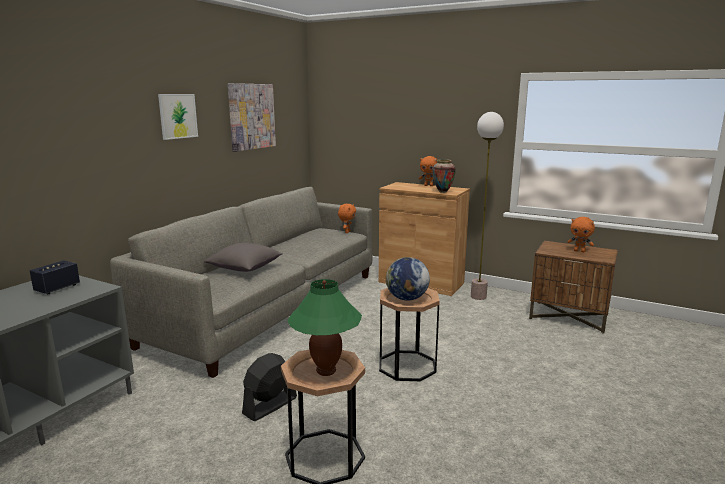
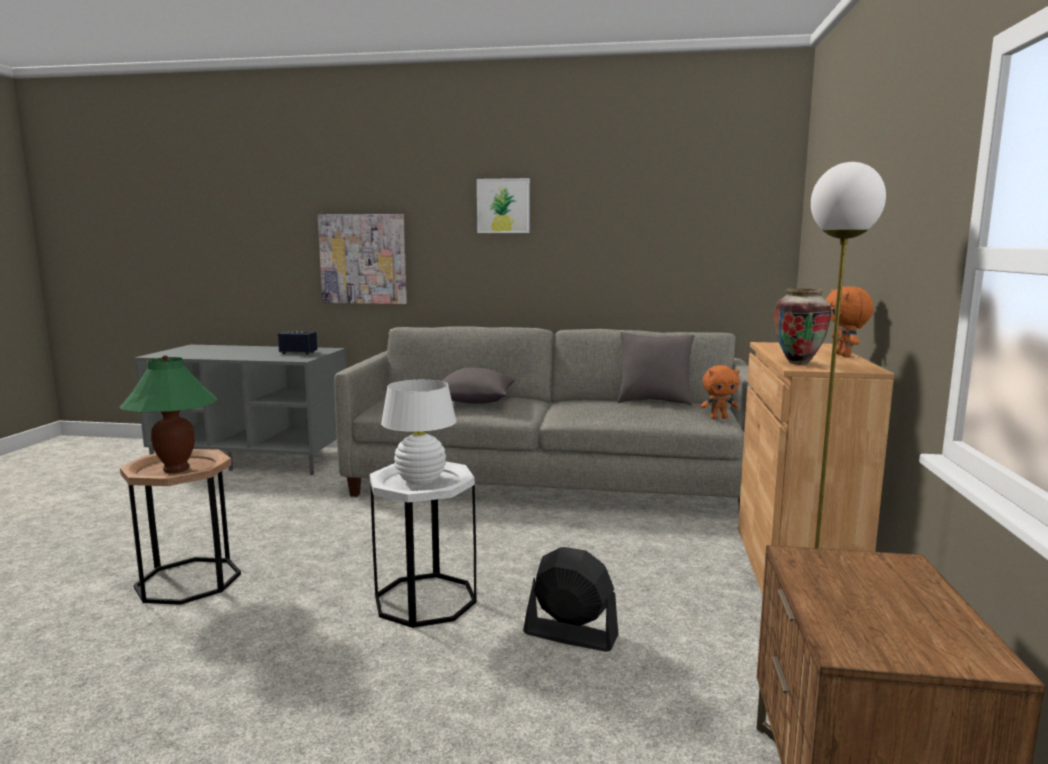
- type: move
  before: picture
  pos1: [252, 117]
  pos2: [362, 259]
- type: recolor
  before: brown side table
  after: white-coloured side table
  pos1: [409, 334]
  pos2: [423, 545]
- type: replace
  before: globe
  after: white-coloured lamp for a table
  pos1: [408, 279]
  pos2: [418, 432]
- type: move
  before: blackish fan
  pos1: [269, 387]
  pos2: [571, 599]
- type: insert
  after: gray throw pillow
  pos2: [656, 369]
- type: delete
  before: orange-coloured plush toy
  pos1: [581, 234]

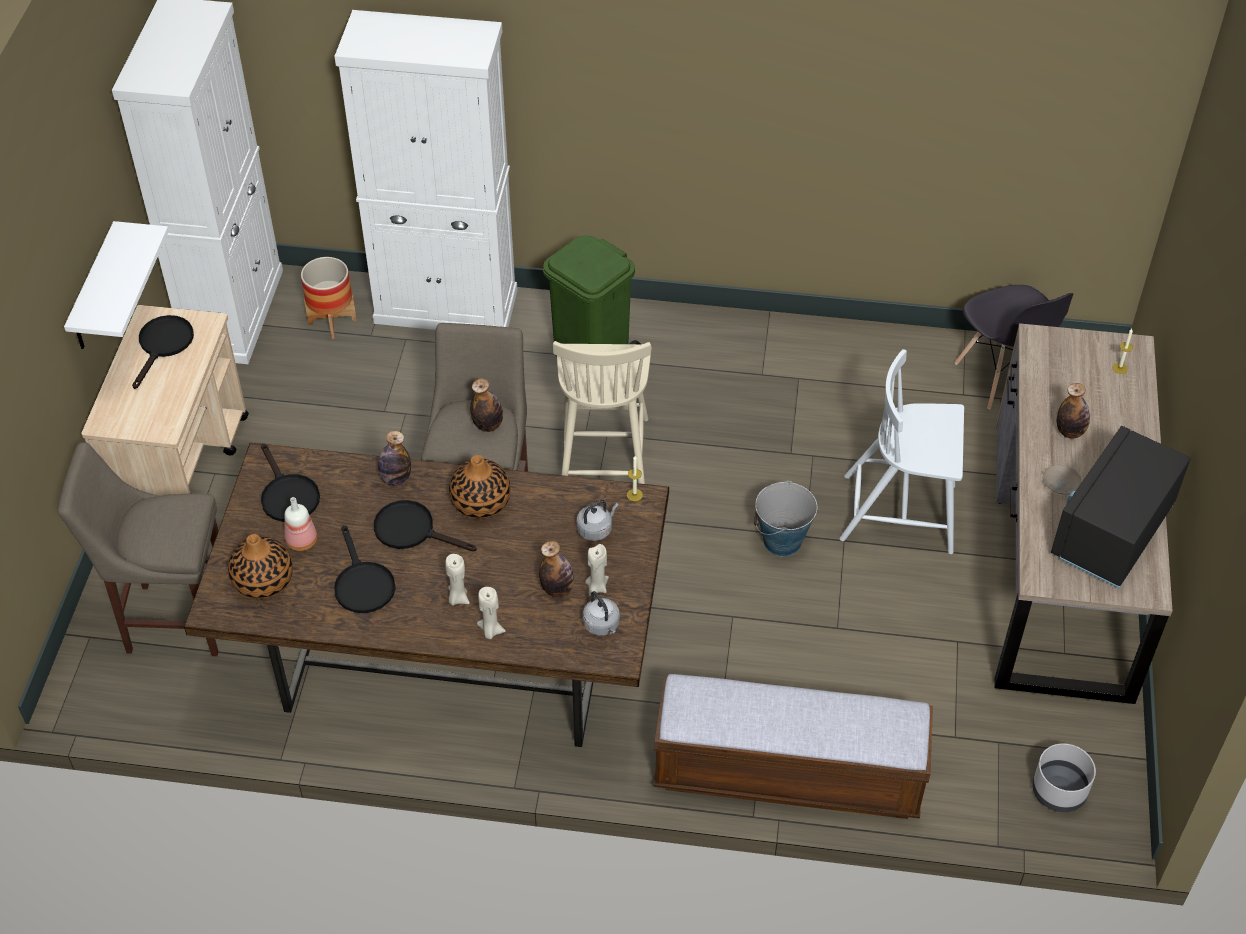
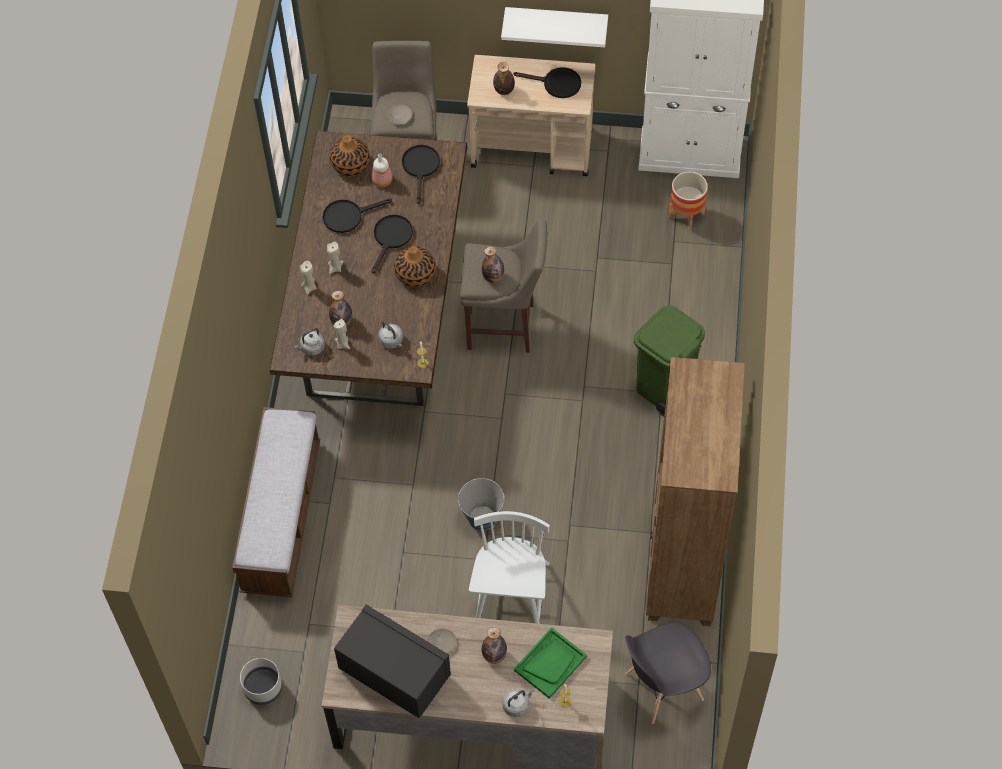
- type: insert
  after: beige dinner plate
  pos2: [400, 115]
- type: rotate
  before: blackish frying pan
  pos1: [290, 482]
  pos2: [421, 174]
  turn: 120
- type: move
  before: bottle
  pos1: [394, 458]
  pos2: [504, 78]
- type: insert
  after: gray water kettle
  pos2: [518, 702]
- type: insert
  after: green-coloured serving tray
  pos2: [550, 663]
- type: insert
  after: brown shelving unit
  pos2: [695, 491]
- type: delete
  before: white-coloured cabinet
  pos1: [426, 170]
- type: delete
  before: beige upright chair
  pos1: [602, 412]

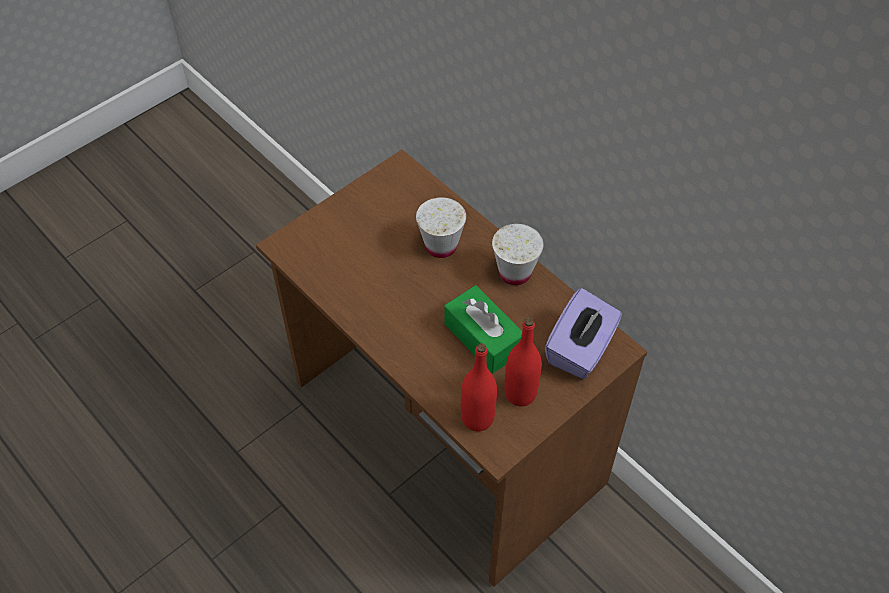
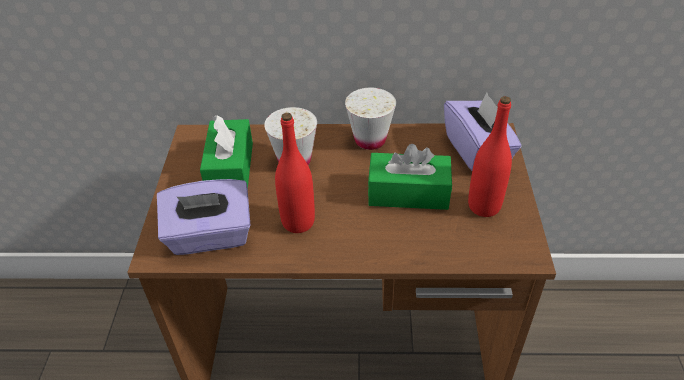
- type: insert
  after: purple tissue holder
  pos2: [203, 217]
- type: insert
  after: green-coloured tissue holder
  pos2: [226, 151]
- type: move
  before: red bottle
  pos1: [479, 387]
  pos2: [295, 173]

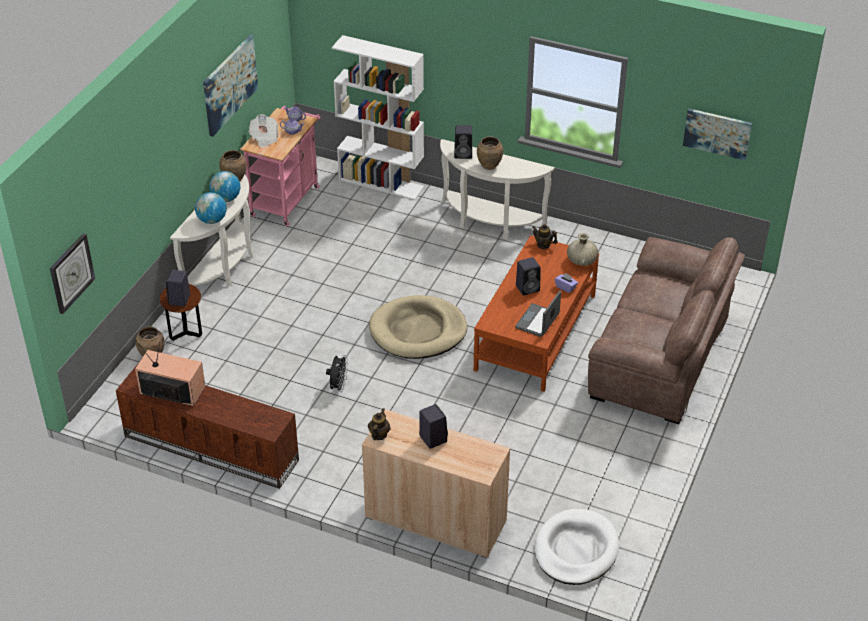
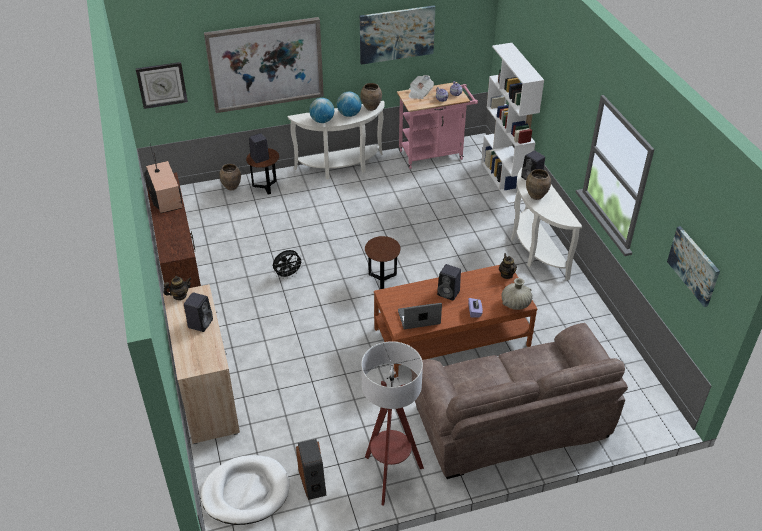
- type: insert
  after: picture
  pos2: [264, 65]
- type: insert
  after: loudspeaker
  pos2: [311, 469]
- type: insert
  after: standing lamp
  pos2: [392, 423]
- type: replace
  before: beige pet bed
  after: brown side table
  pos1: [418, 327]
  pos2: [383, 262]

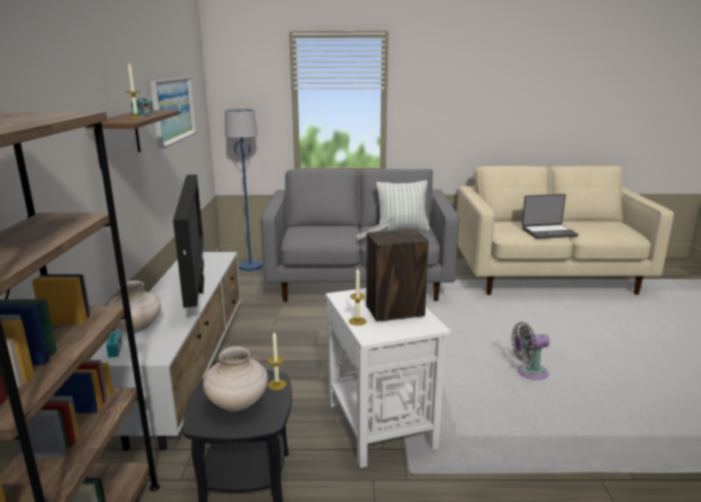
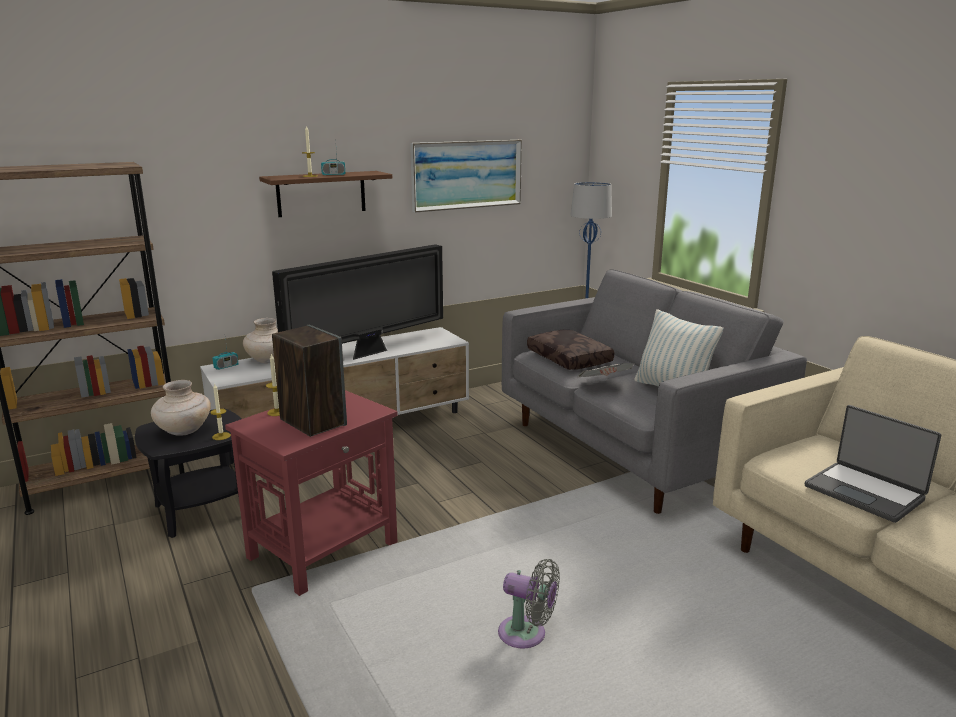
- type: recolor
  before: white-coloured side table
  after: red side table
  pos1: [388, 378]
  pos2: [311, 493]
- type: rotate
  before: gray fan
  pos1: [530, 351]
  pos2: [529, 604]
  turn: 150
- type: insert
  after: brown throw pillow
  pos2: [570, 350]

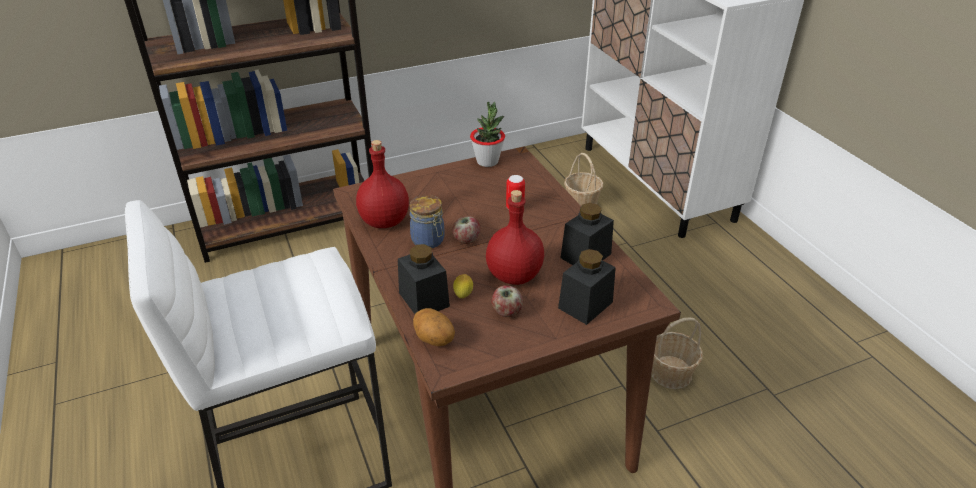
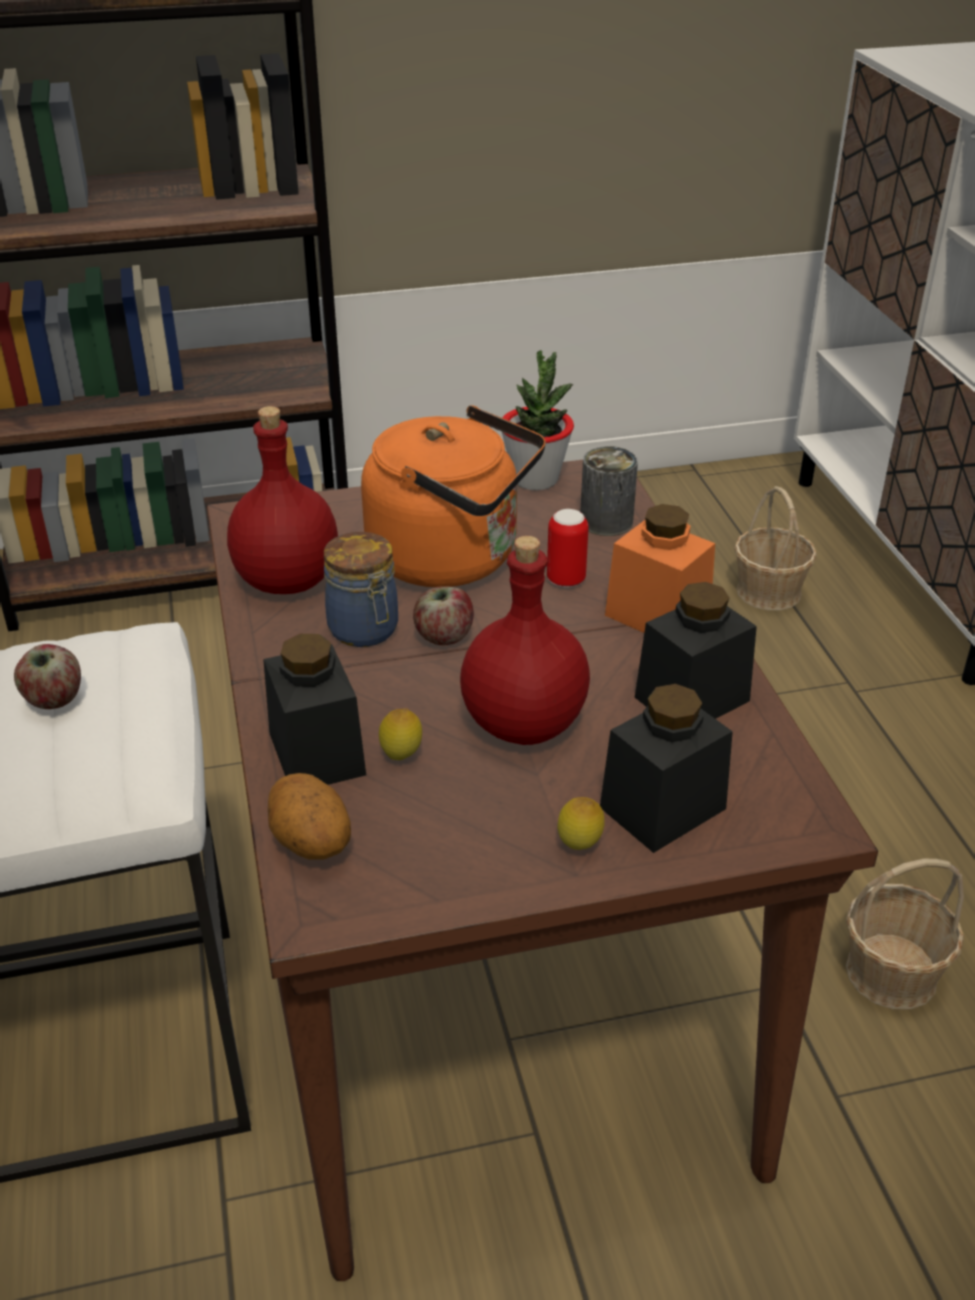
- type: move
  before: whole apple
  pos1: [507, 301]
  pos2: [47, 676]
- type: insert
  after: orange-coloured water kettle
  pos2: [453, 496]
- type: insert
  after: whole lemon
  pos2: [581, 823]
- type: insert
  after: can
  pos2: [609, 491]
- type: insert
  after: orange-coloured storage jar
  pos2: [660, 568]

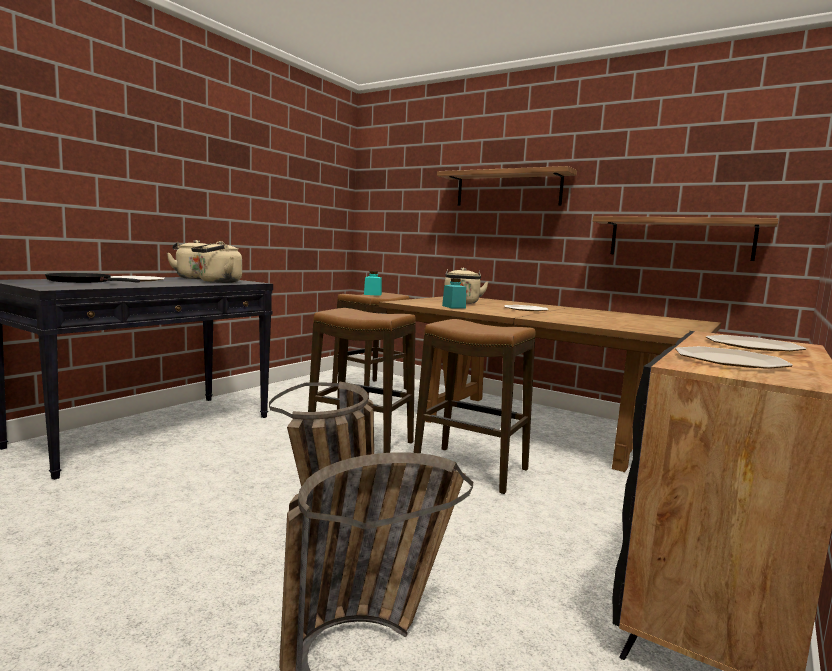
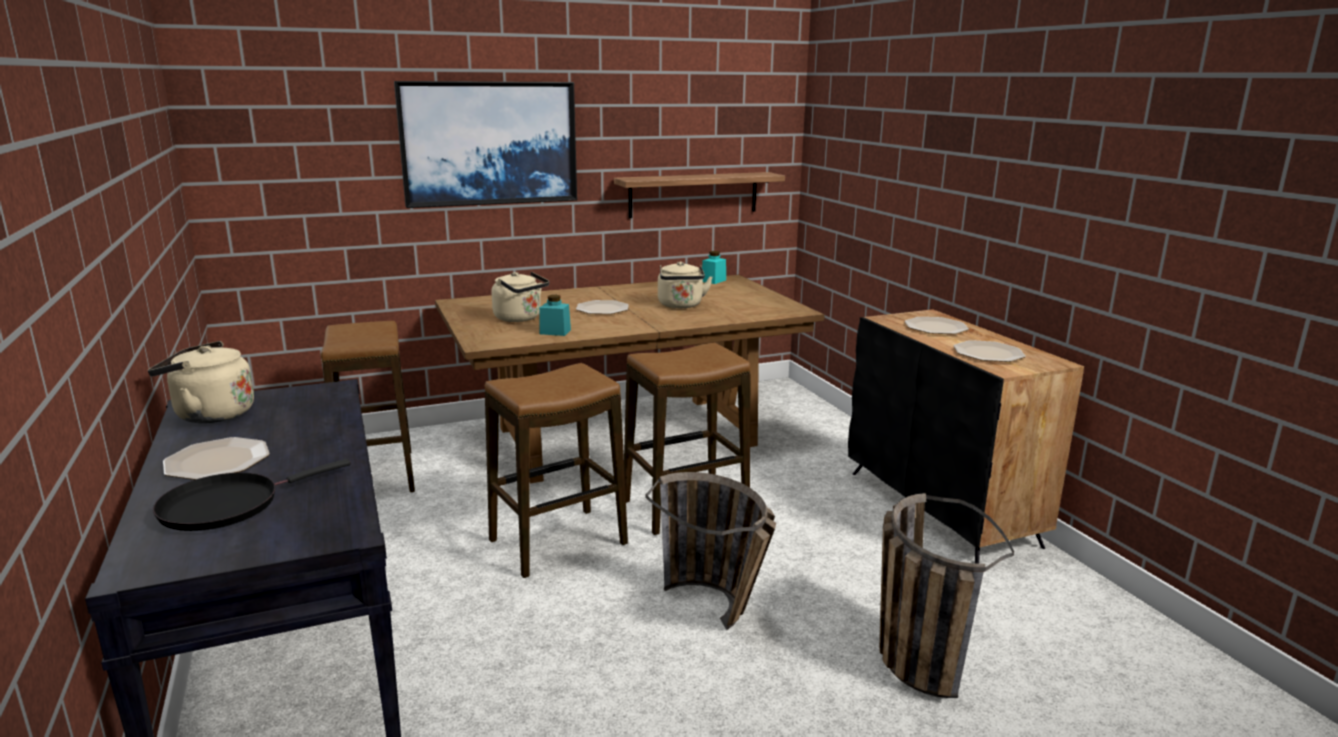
- type: replace
  before: wall shelf
  after: picture
  pos1: [507, 186]
  pos2: [485, 144]
- type: move
  before: beige water kettle
  pos1: [216, 262]
  pos2: [685, 284]
- type: move
  before: turquoise-coloured storage jar
  pos1: [373, 283]
  pos2: [714, 267]

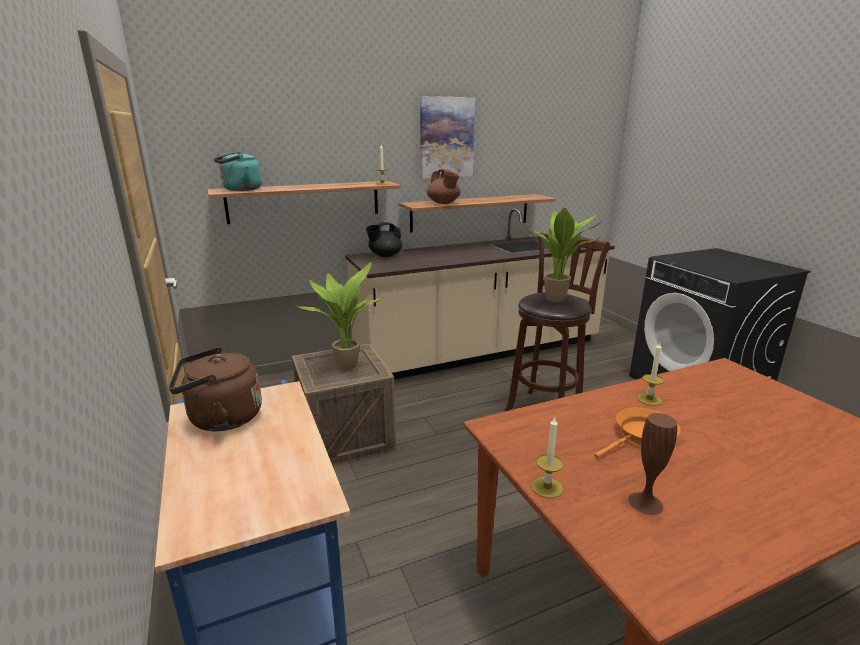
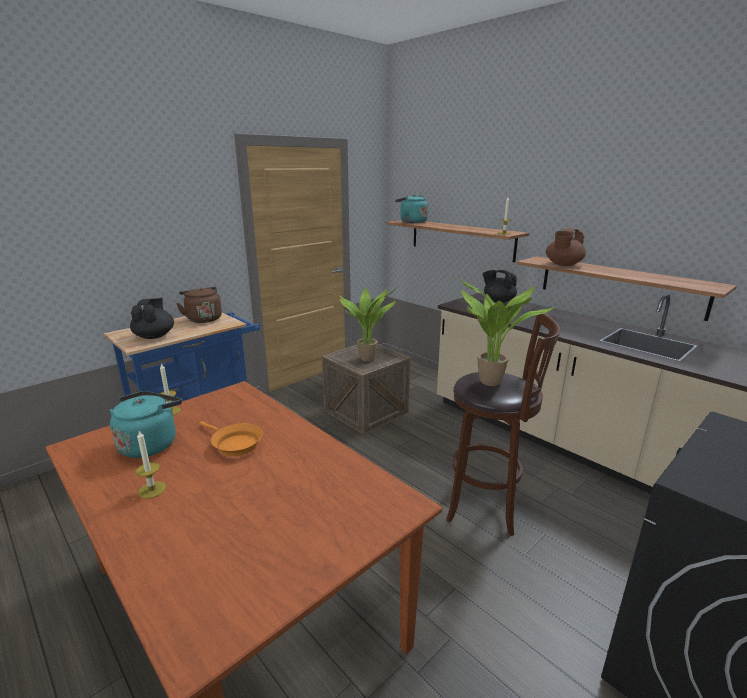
- type: replace
  before: brown vase
  after: turquoise-coloured water kettle
  pos1: [652, 464]
  pos2: [145, 424]
- type: insert
  after: blackish pot for tea
  pos2: [152, 318]
- type: move
  before: wax candle
  pos1: [650, 374]
  pos2: [150, 465]
- type: delete
  before: picture
  pos1: [447, 137]

